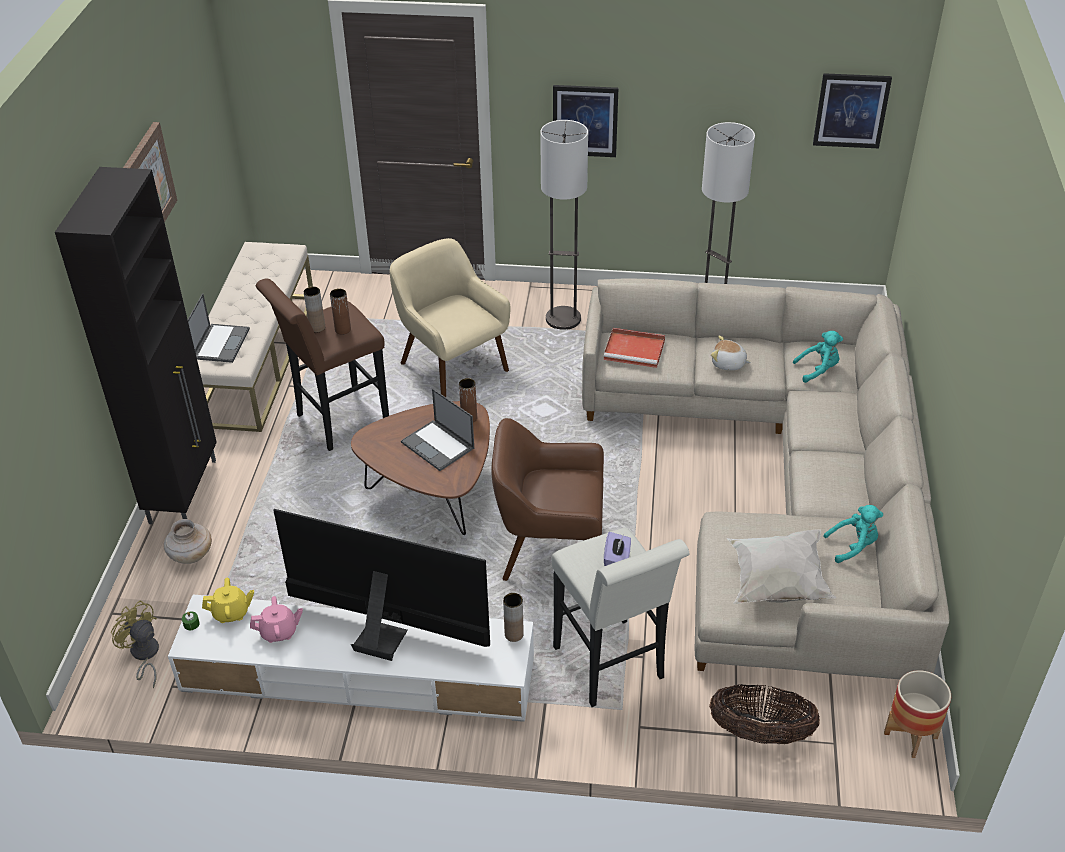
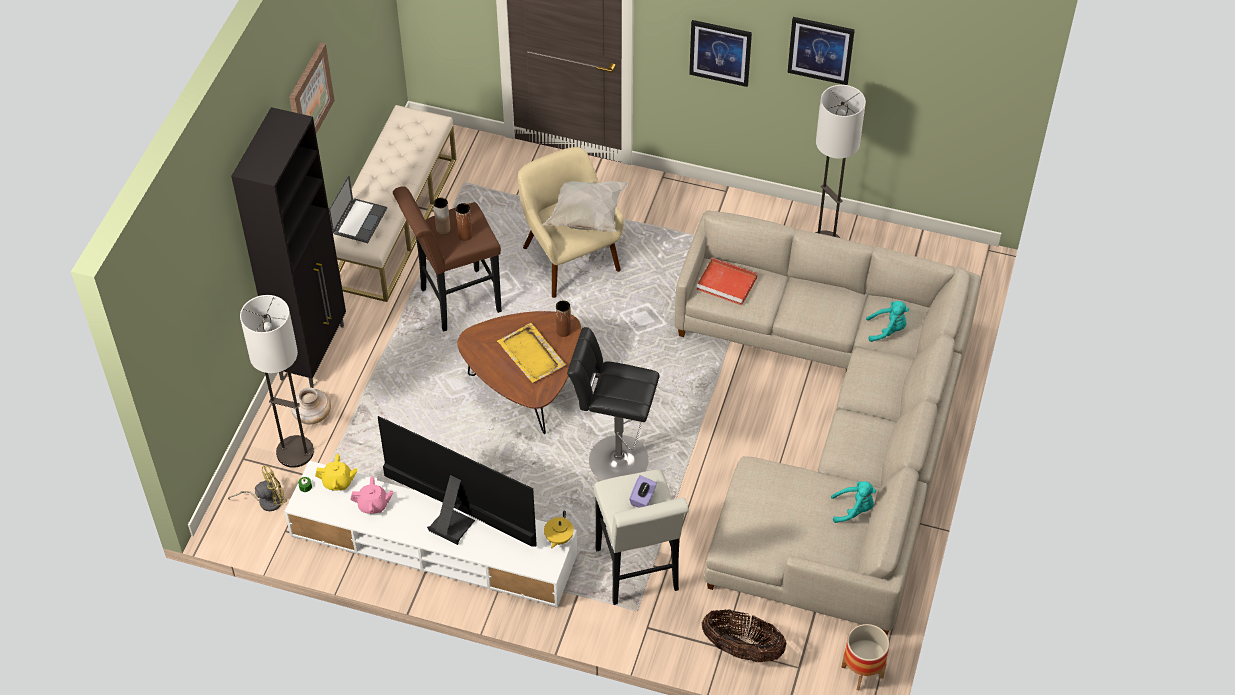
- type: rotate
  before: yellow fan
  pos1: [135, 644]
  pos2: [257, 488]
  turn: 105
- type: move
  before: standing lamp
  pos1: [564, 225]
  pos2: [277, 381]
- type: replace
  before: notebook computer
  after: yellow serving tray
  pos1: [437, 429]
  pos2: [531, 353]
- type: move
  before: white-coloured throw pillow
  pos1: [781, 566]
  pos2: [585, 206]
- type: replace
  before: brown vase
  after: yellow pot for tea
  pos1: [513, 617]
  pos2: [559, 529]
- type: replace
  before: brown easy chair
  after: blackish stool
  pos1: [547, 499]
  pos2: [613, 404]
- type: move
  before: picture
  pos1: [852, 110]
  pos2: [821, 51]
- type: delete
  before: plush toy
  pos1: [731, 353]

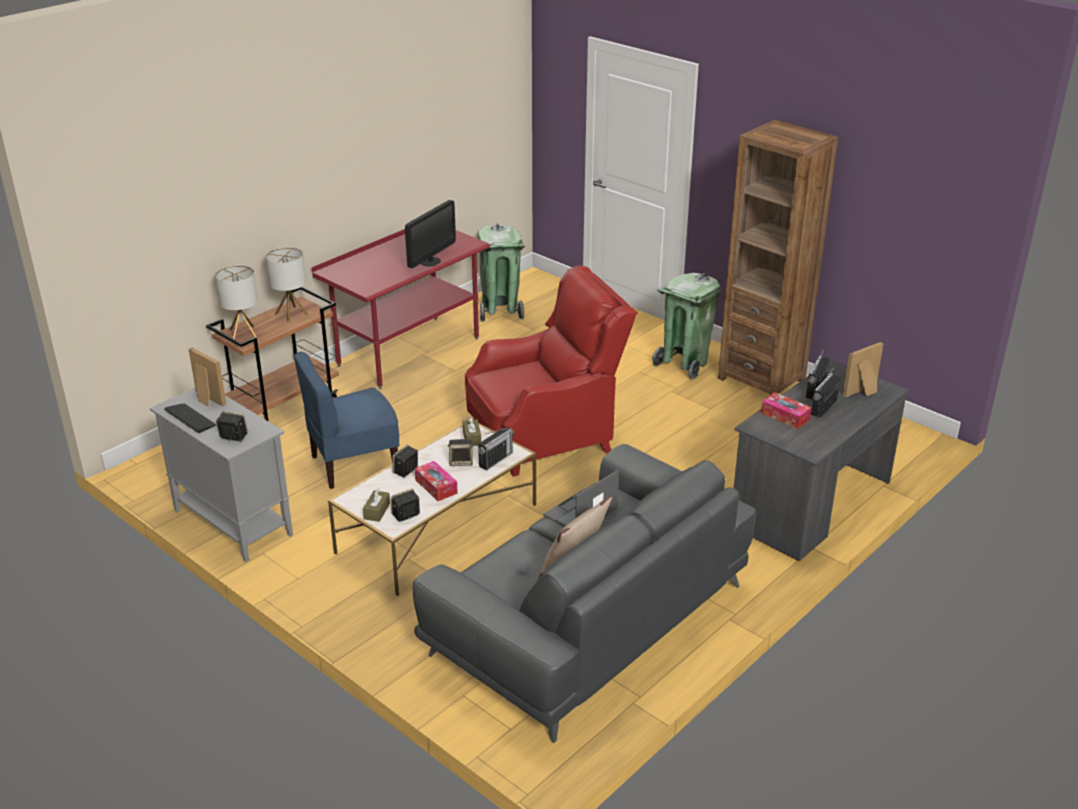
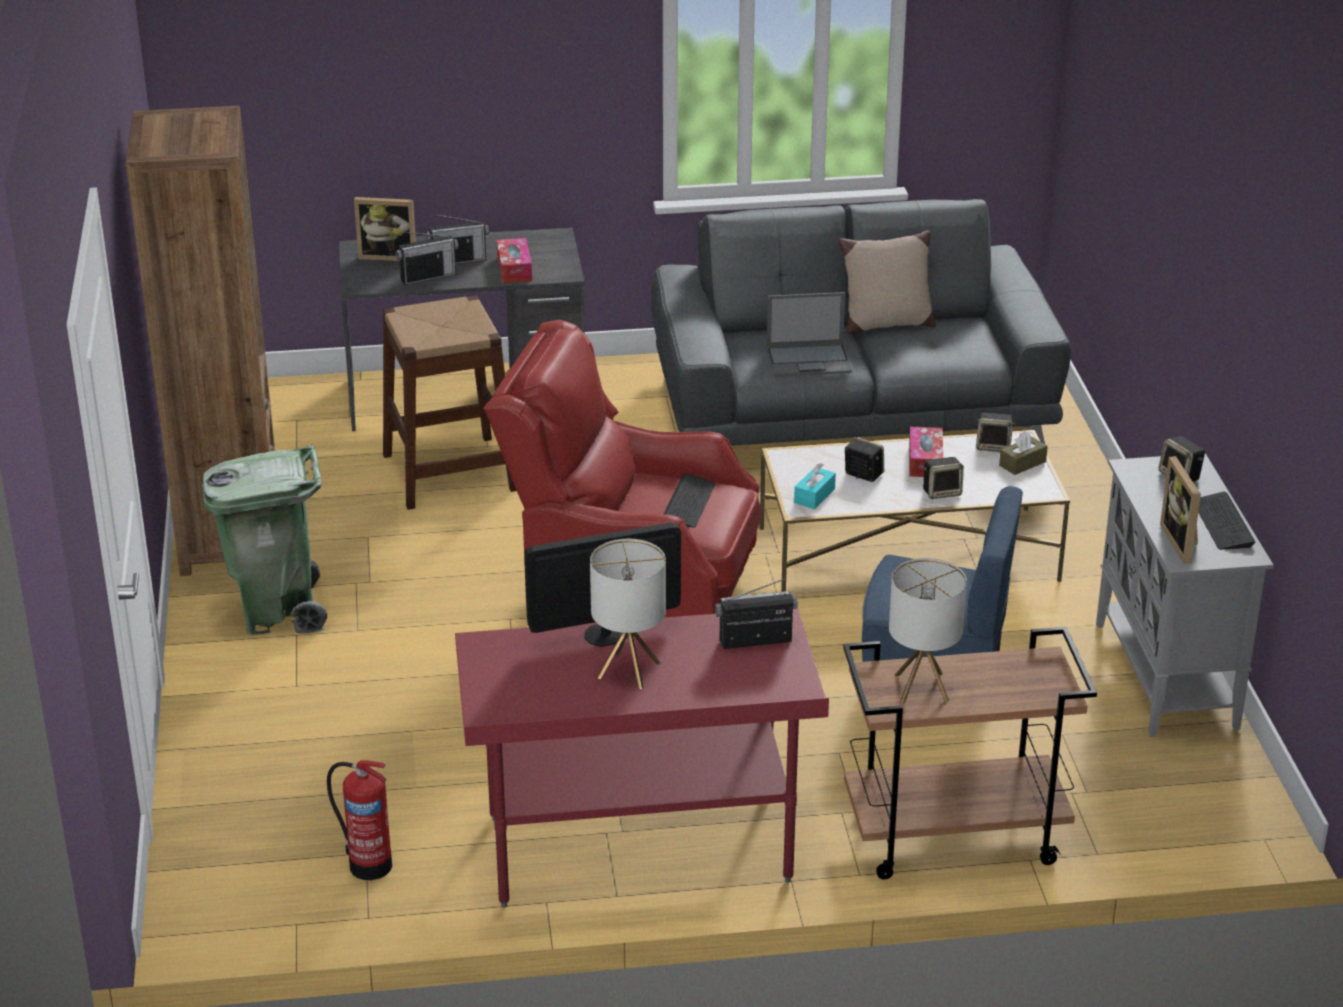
- type: replace
  before: green-coloured rubbish bin
  after: fire-fighting cylinder
  pos1: [501, 272]
  pos2: [359, 820]
- type: insert
  after: brown stool
  pos2: [450, 402]
- type: move
  before: lamp for a table
  pos1: [236, 302]
  pos2: [628, 614]
- type: insert
  after: PC keyboard
  pos2: [689, 500]
- type: move
  before: radio set
  pos1: [496, 449]
  pos2: [756, 613]
- type: recolor
  before: brown tissue holder
  after: turquoise-coloured tissue holder
  pos1: [472, 431]
  pos2: [815, 486]

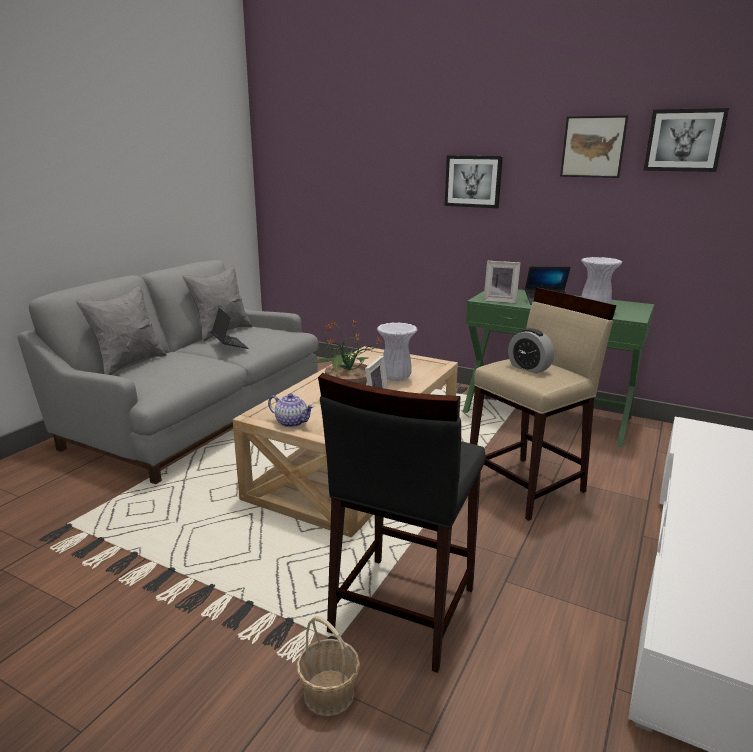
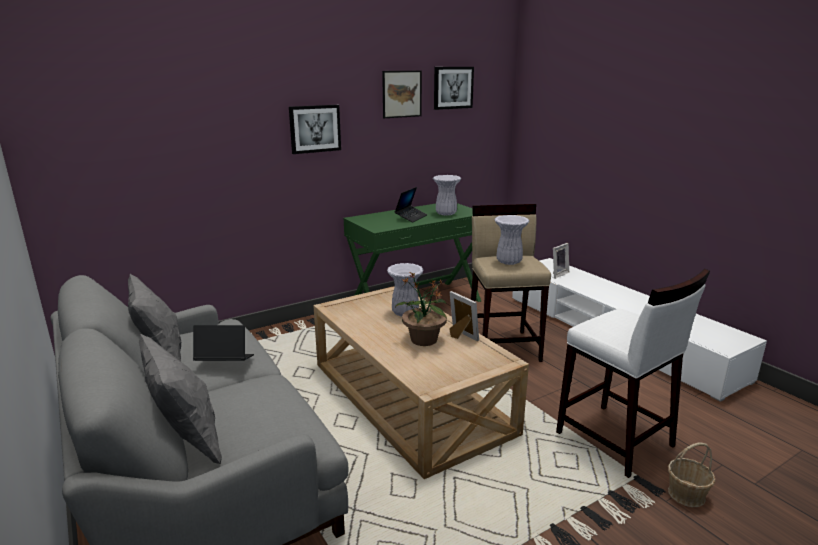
- type: replace
  before: table clock
  after: white-coloured vase
  pos1: [531, 351]
  pos2: [511, 240]
- type: move
  before: picture frame
  pos1: [502, 282]
  pos2: [561, 261]
- type: recolor
  before: blackish stool
  after: white-coloured stool
  pos1: [402, 523]
  pos2: [633, 373]
- type: delete
  before: pot for tea
  pos1: [291, 410]

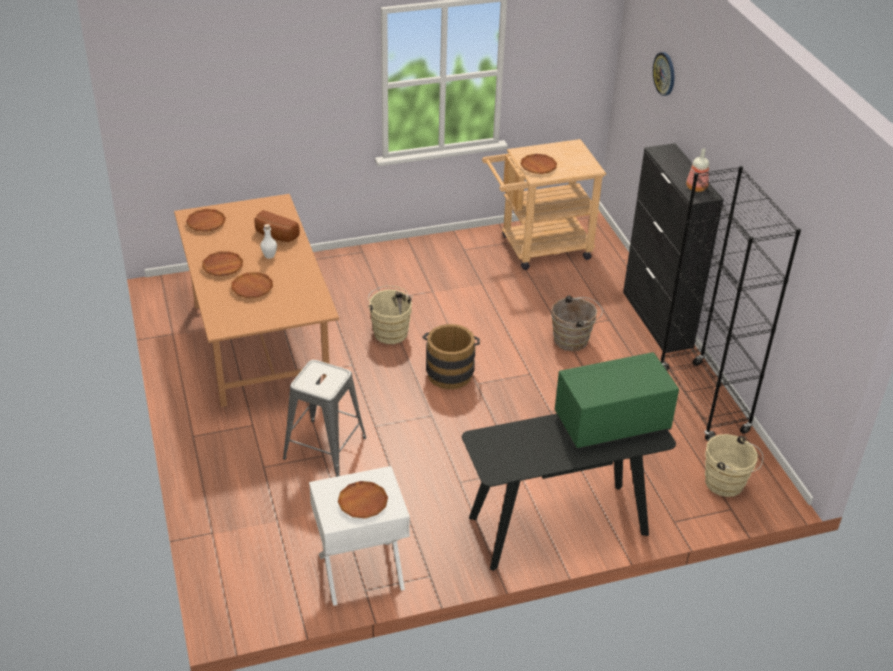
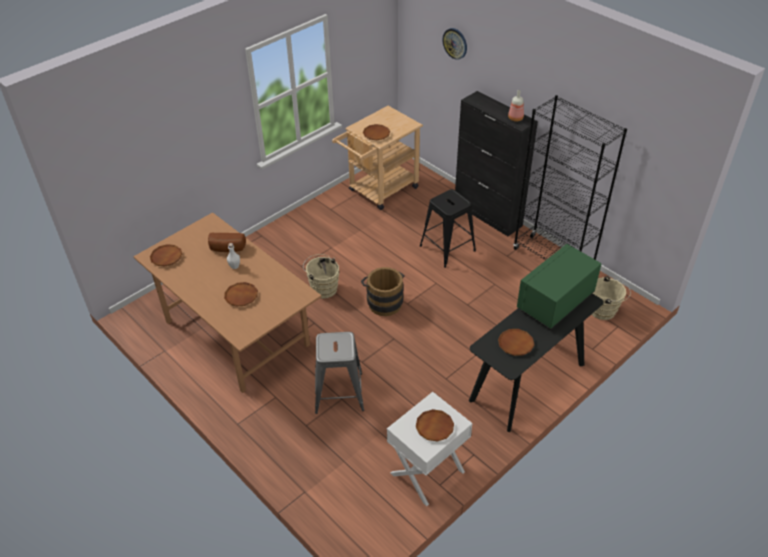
- type: replace
  before: brown pail
  after: blackish stool
  pos1: [577, 323]
  pos2: [448, 228]
- type: move
  before: brown dinner plate
  pos1: [222, 263]
  pos2: [516, 342]

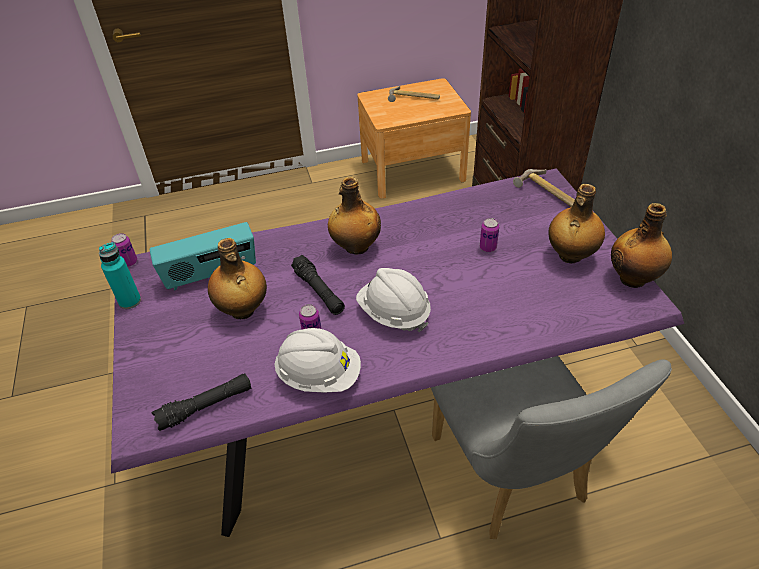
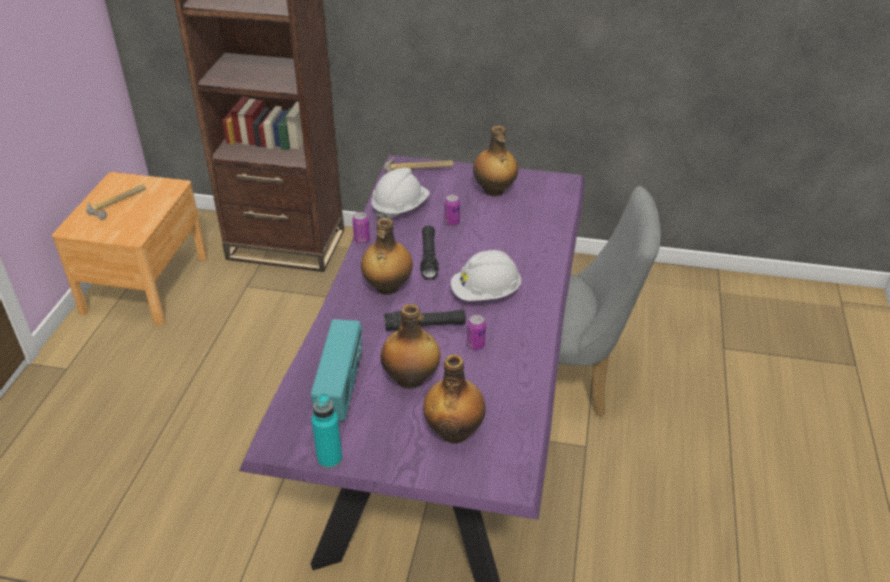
- type: move
  before: can
  pos1: [124, 250]
  pos2: [361, 228]
- type: move
  before: white-coloured safety helmet
  pos1: [317, 360]
  pos2: [400, 193]
- type: move
  before: blackish hand torch
  pos1: [201, 402]
  pos2: [429, 252]
- type: move
  before: bottle
  pos1: [641, 245]
  pos2: [454, 399]

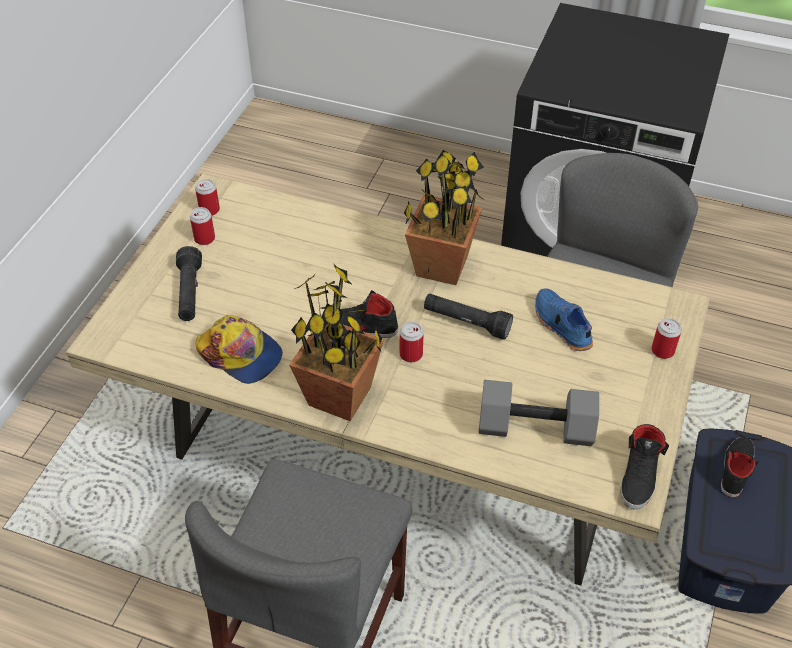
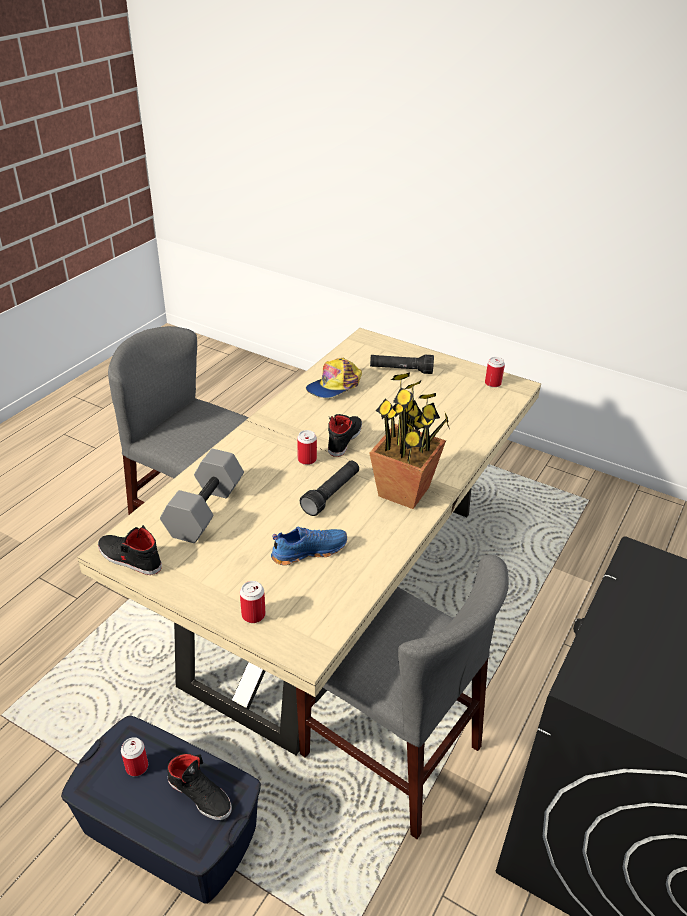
- type: move
  before: can
  pos1: [202, 226]
  pos2: [134, 756]
- type: delete
  before: plant in a pot
  pos1: [336, 342]

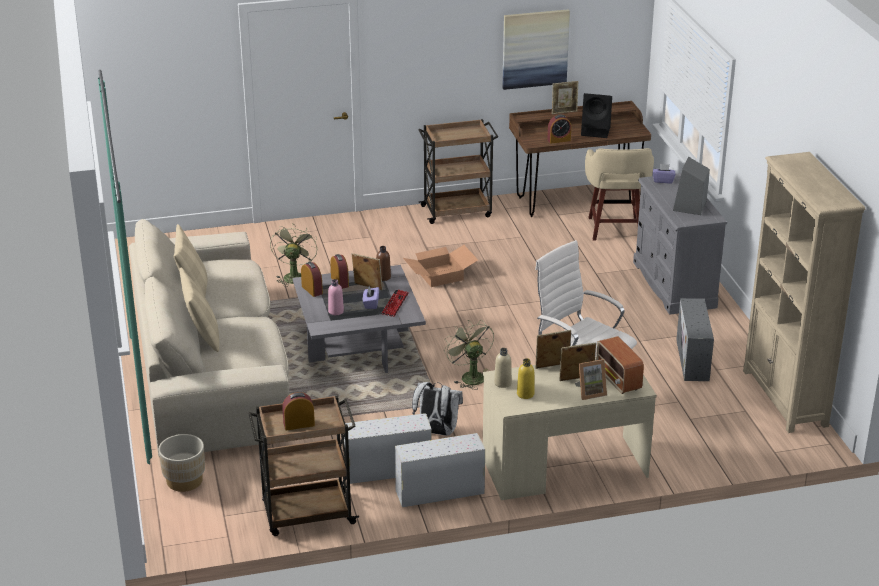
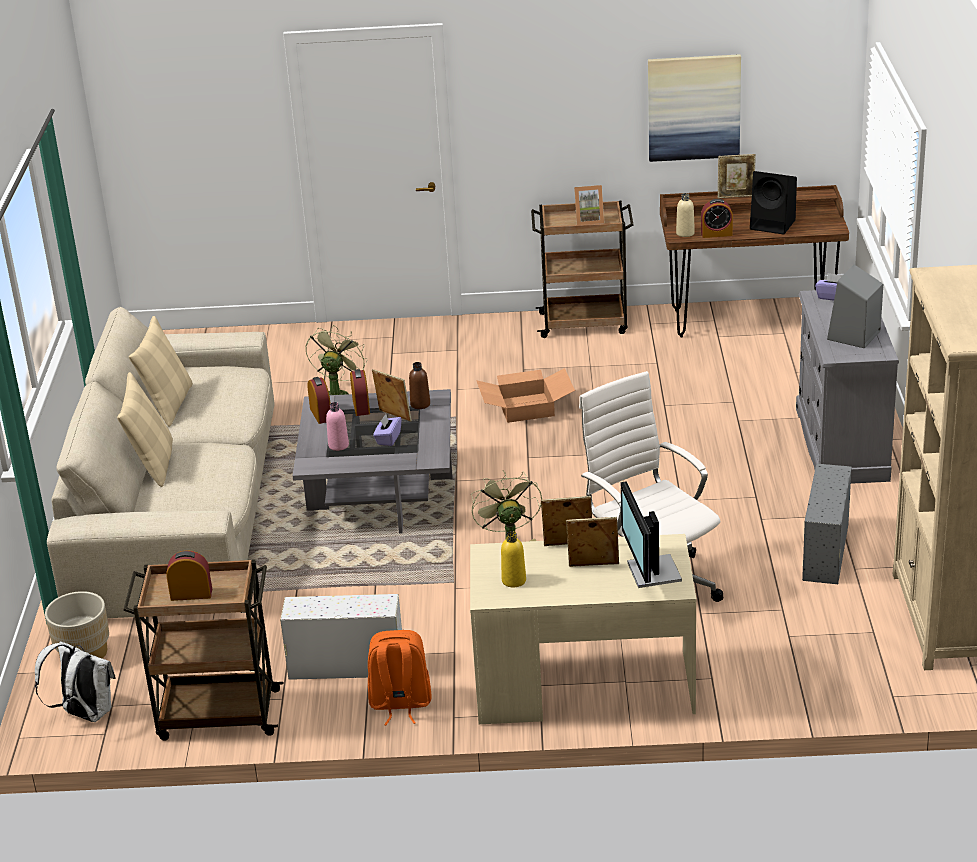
- type: move
  before: white-coloured knapsack
  pos1: [437, 409]
  pos2: [75, 681]
- type: replace
  before: white-coloured storage container
  after: orange-coloured knapsack
  pos1: [440, 470]
  pos2: [400, 677]
- type: move
  before: picture frame
  pos1: [591, 379]
  pos2: [589, 205]
- type: replace
  before: radio set
  after: computer display
  pos1: [620, 365]
  pos2: [651, 534]
- type: move
  before: beige bottle
  pos1: [503, 368]
  pos2: [685, 215]
- type: delete
  before: PC keyboard
  pos1: [395, 303]
- type: delete
  before: beige stool
  pos1: [619, 194]

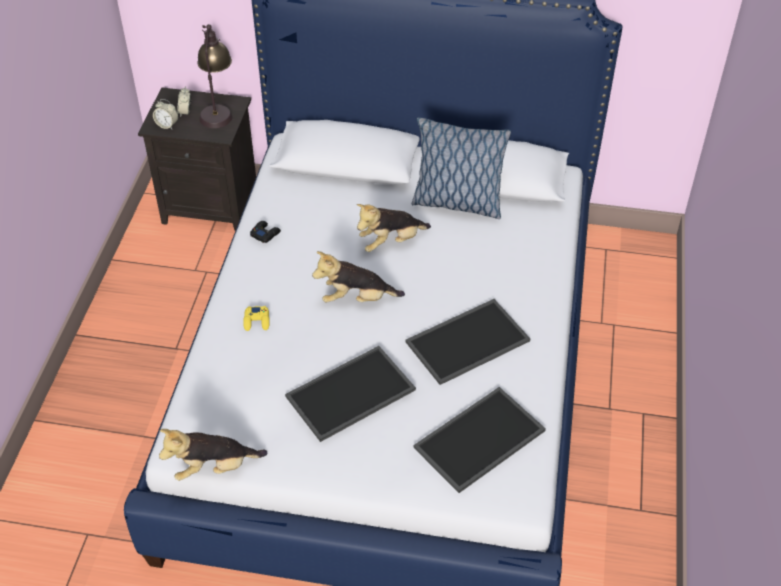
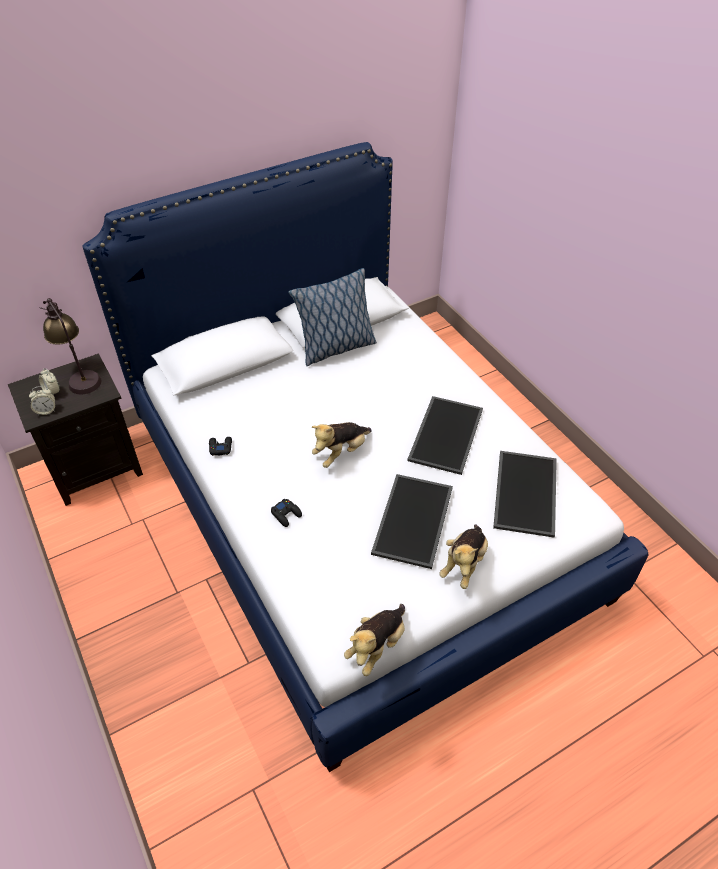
- type: recolor
  before: yellow game controller
  after: blackish game controller
  pos1: [256, 318]
  pos2: [286, 513]
- type: move
  before: plush toy
  pos1: [394, 228]
  pos2: [463, 556]

